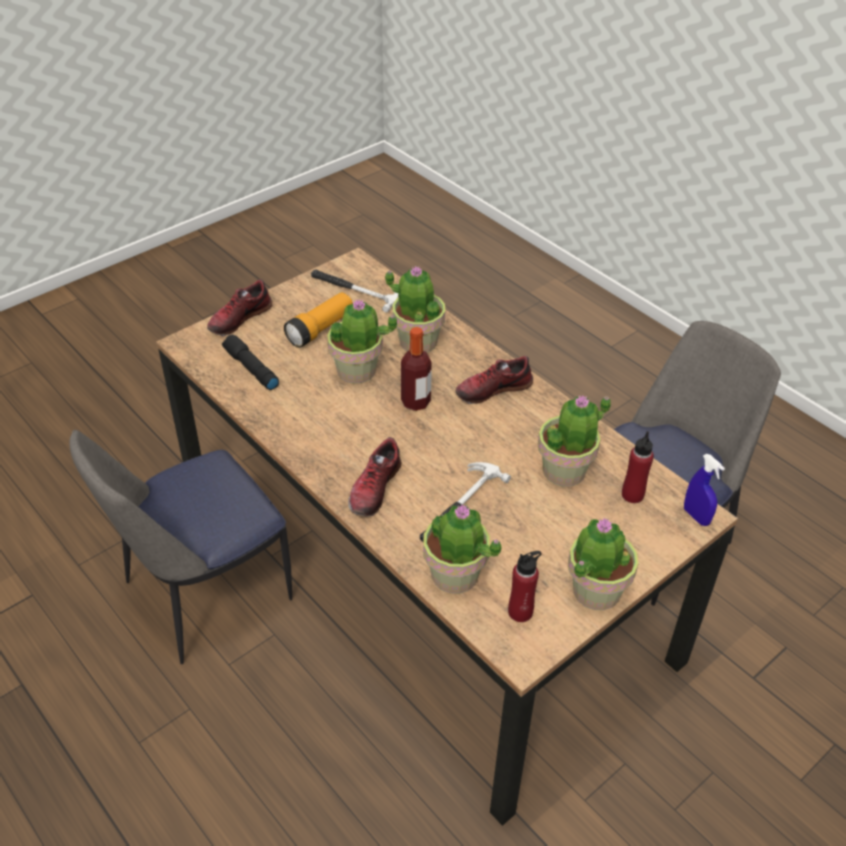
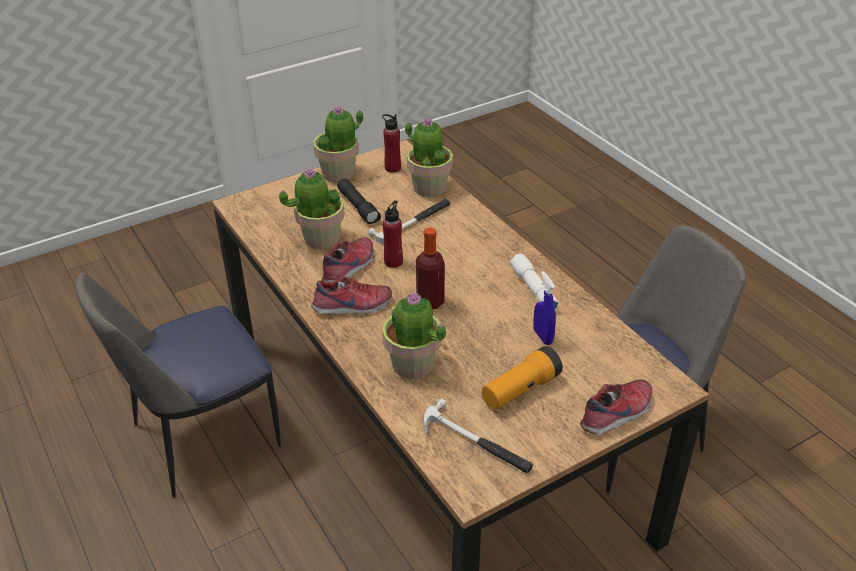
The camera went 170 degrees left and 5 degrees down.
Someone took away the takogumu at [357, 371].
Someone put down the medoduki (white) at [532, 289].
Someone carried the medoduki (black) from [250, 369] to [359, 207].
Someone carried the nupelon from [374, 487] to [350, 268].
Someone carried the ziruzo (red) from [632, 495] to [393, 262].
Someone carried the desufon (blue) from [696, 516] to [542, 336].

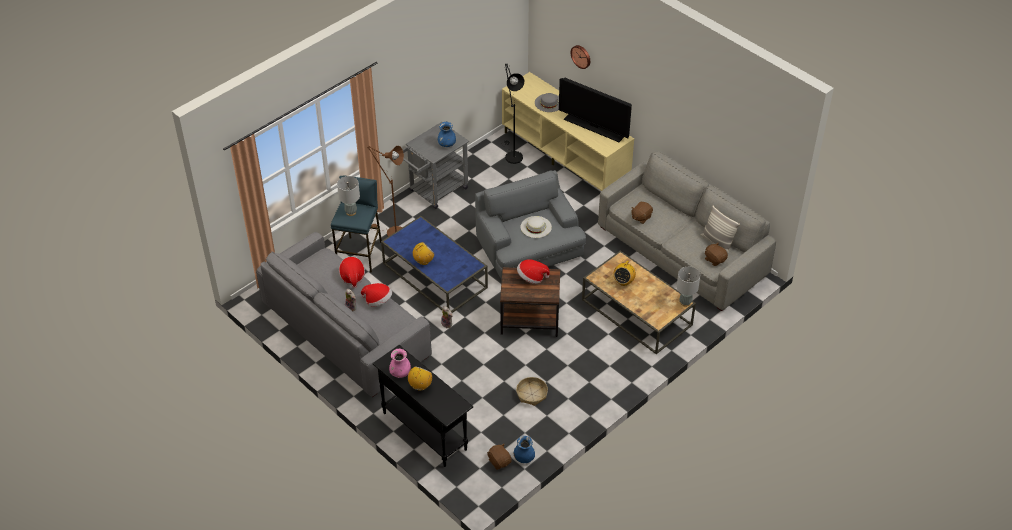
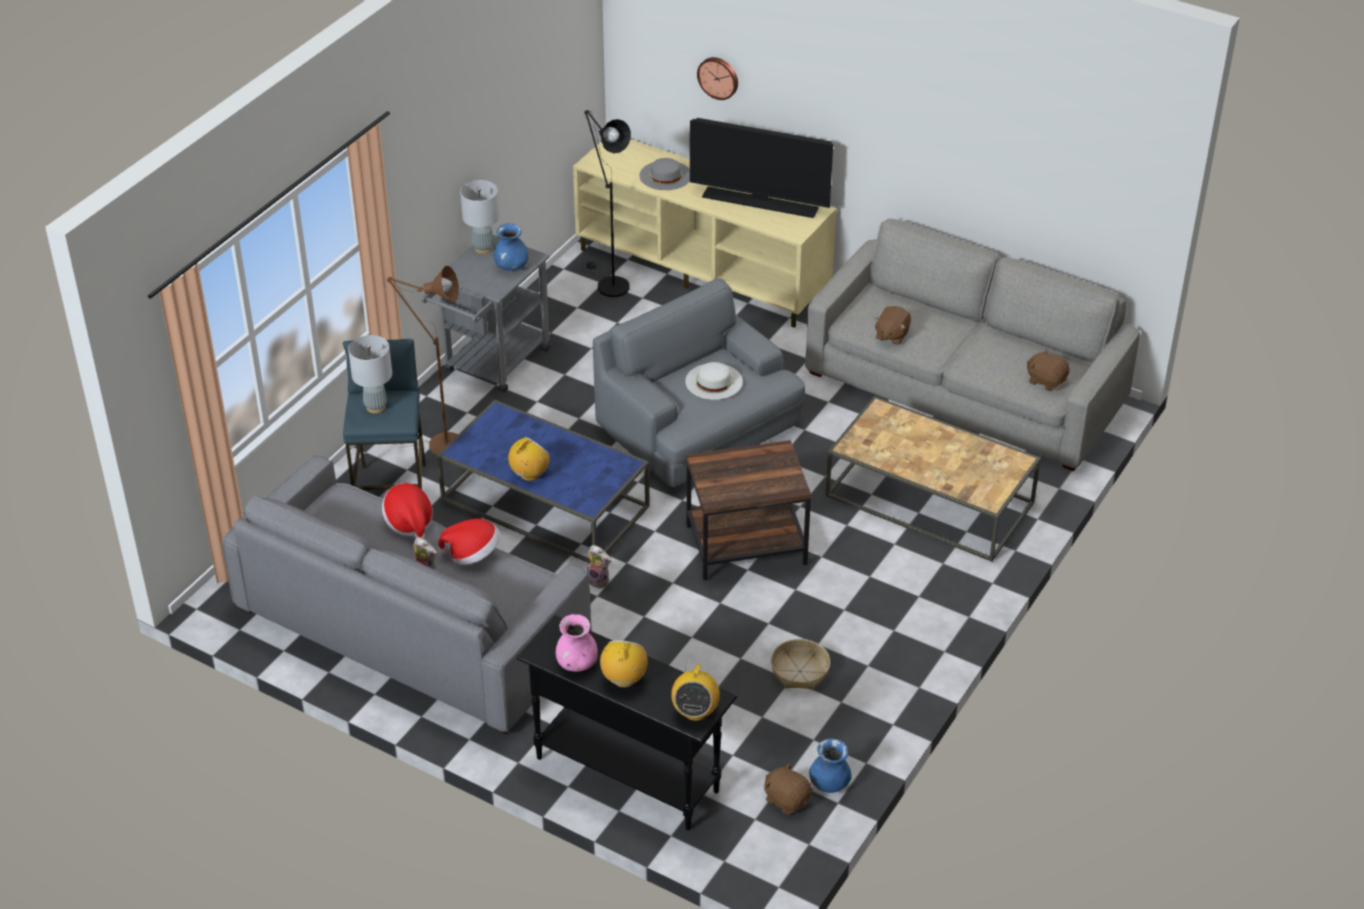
The camera went 15 degrees left and 5 degrees down.
Someone took away the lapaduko at [531, 277].
Someone took away the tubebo at [717, 242].
Someone carried the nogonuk from [623, 281] to [695, 711].
Someone carried the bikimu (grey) from [685, 302] to [483, 248].

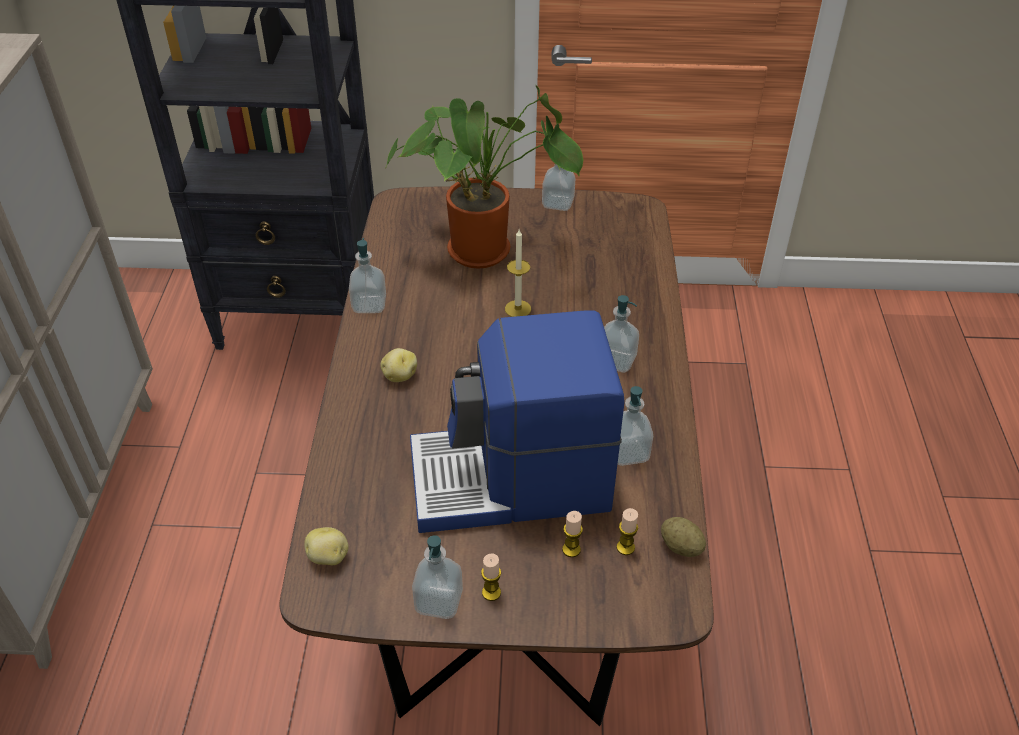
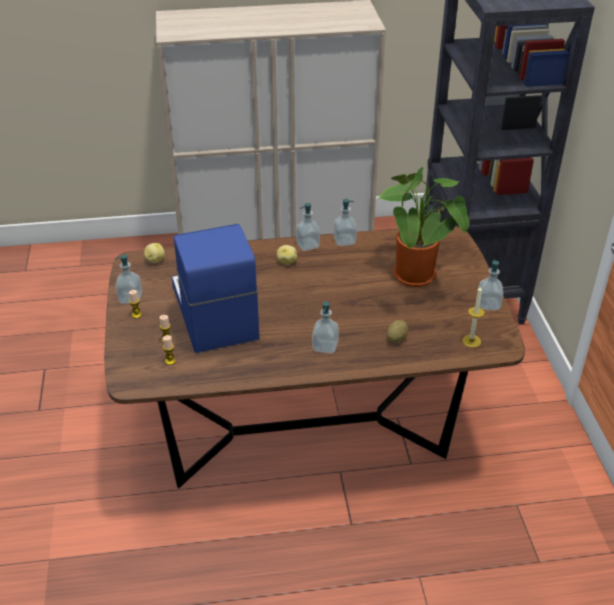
The camera went 80 degrees right and 5 degrees down.
Someone carried the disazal from [518, 309] to [471, 341].
Someone carried the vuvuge from [628, 452] to [307, 245].
Someone carried the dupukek from [681, 547] to [396, 338].

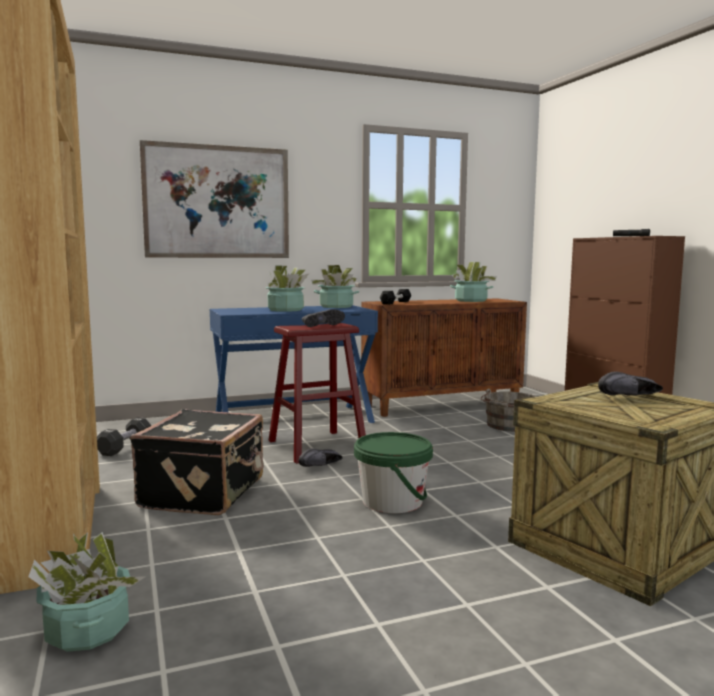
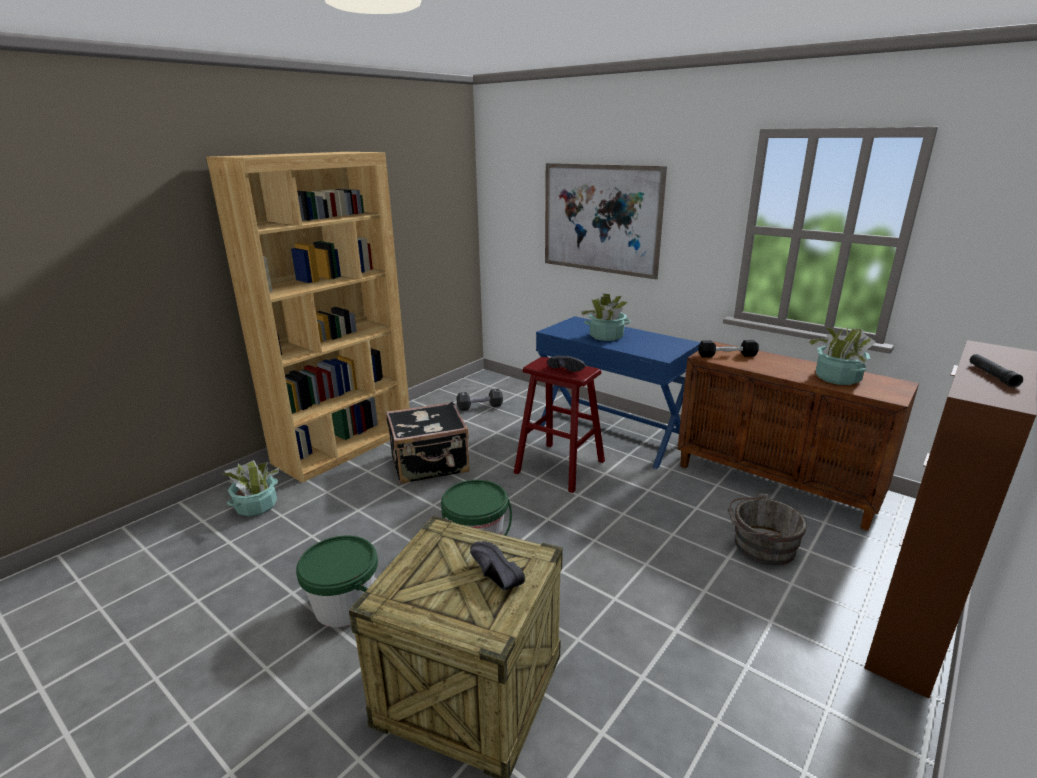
The camera went 60 degrees right and 15 degrees up.
Someone took away the nupelon (black) at [321, 466].
Someone took away the takogumu at [336, 306].
Someone put down the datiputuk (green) at [344, 605].

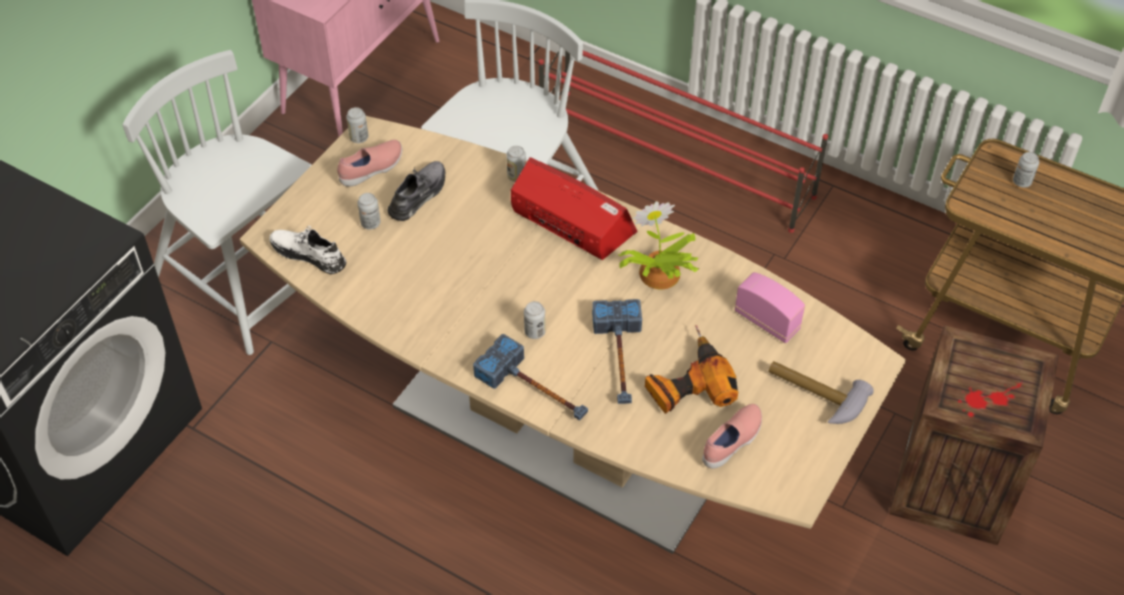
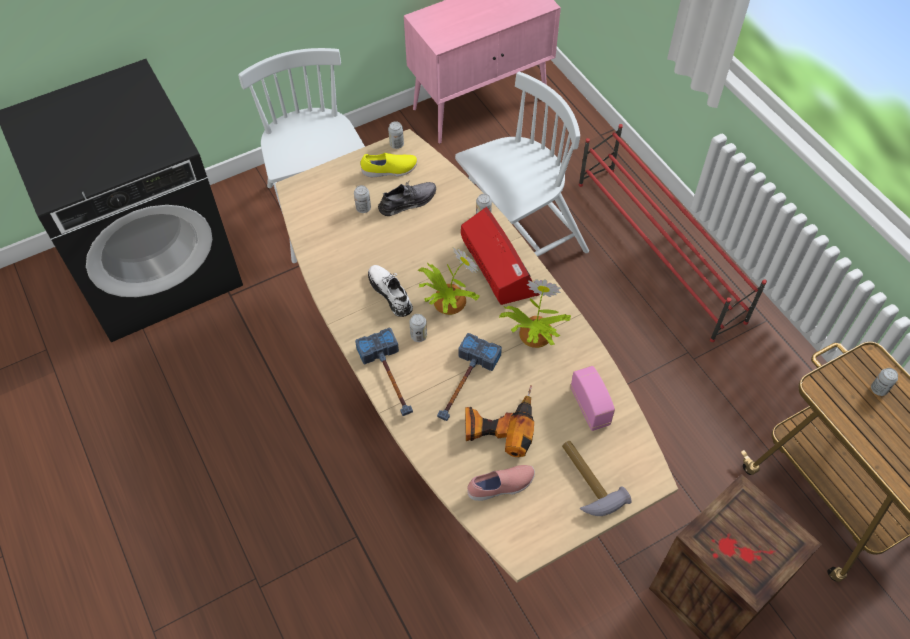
The camera went 30 degrees right and 5 degrees up.
Someone put down the takogumu at [447, 301].
Someone carried the nupelon (white) from [309, 254] to [390, 293].
Someone repainted the nupelon (pink) at [372, 170], which became the nupelon (yellow) at [390, 171].

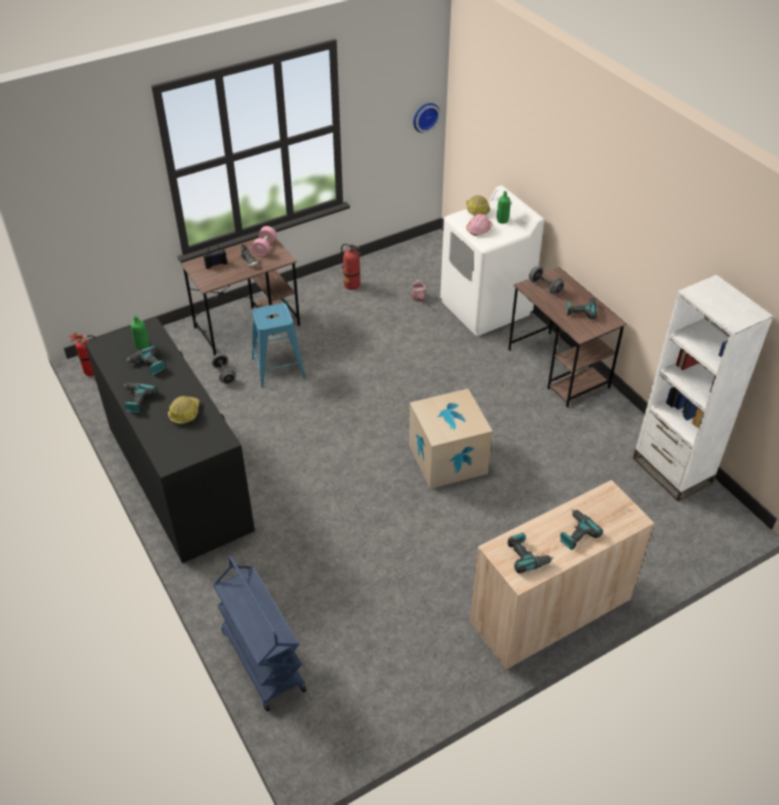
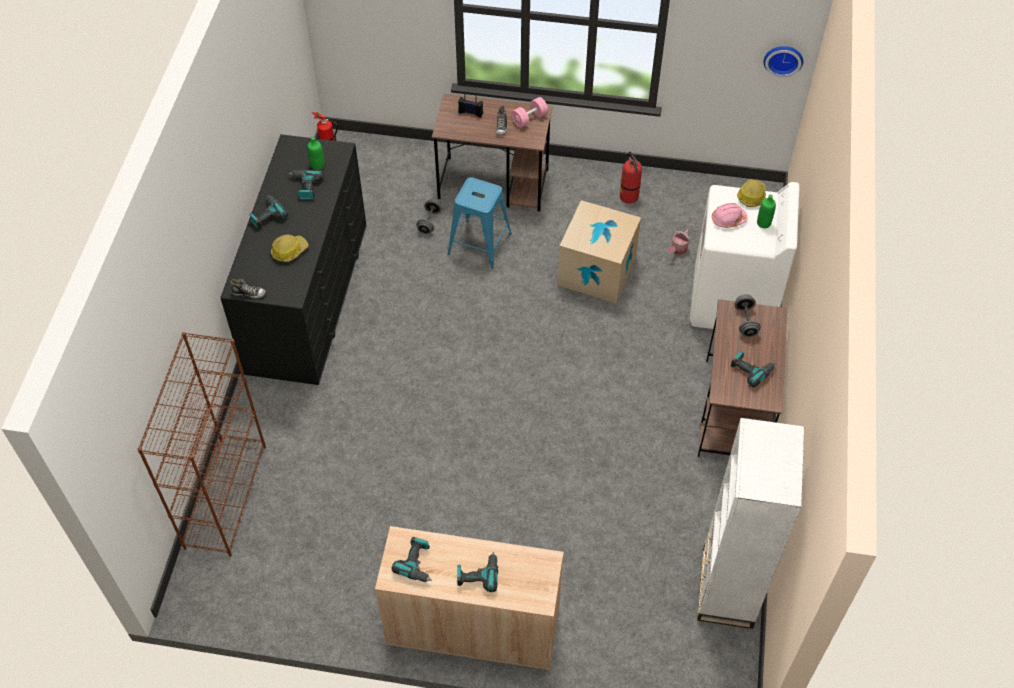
The camera went 40 degrees right and 10 degrees up.
Someone put down the nupelon at [249, 293].
Someone carried the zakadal from [447, 459] to [596, 271].
Someone swapped the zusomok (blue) at [262, 660] for the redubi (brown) at [225, 495].

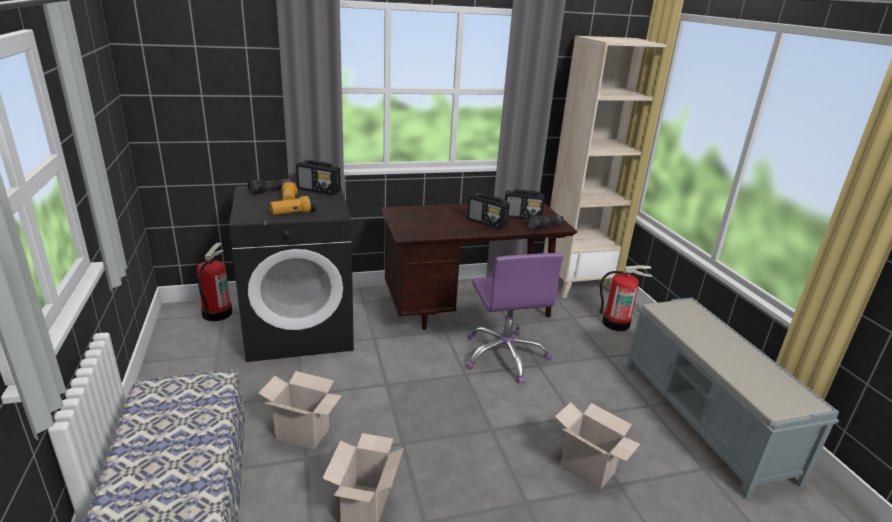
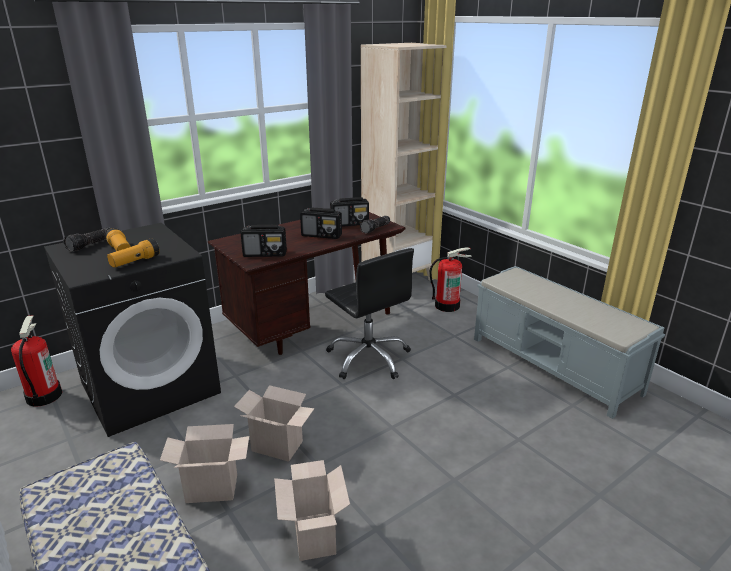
The camera went 20 degrees left and 0 degrees up.
Someone carried the nogonuk from [319, 190] to [265, 254].
Someone carried the zakadal from [589, 469] to [279, 446].
Someone repainted the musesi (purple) at [505, 355], which became the musesi (black) at [369, 358].

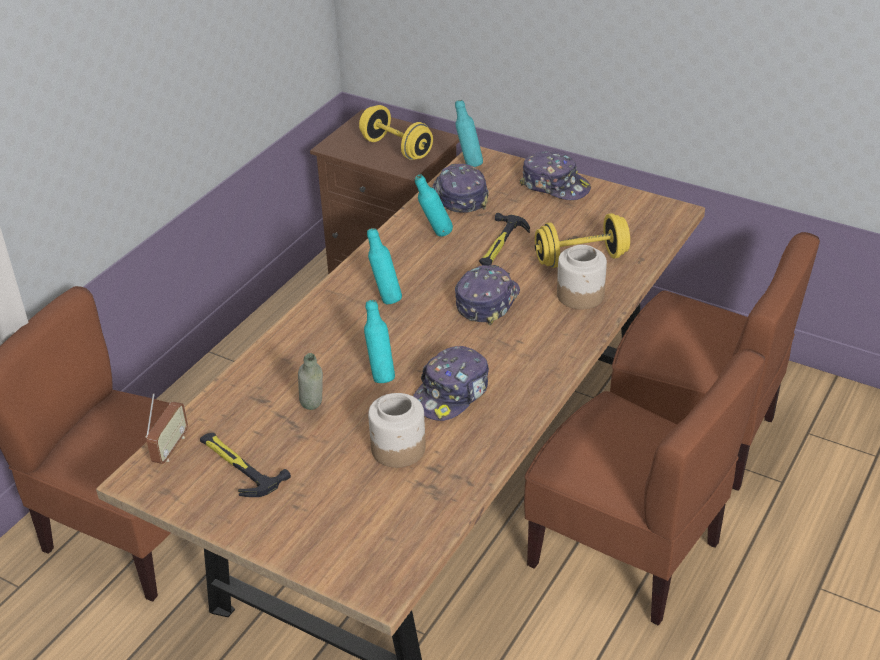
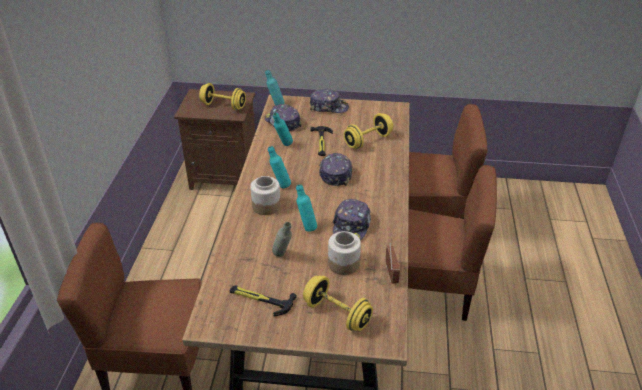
The camera went 25 degrees left and 0 degrees up.
Someone put down the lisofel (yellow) at [337, 314].
Someone carried the nogonuk from [170, 448] to [391, 274].
Someone carried the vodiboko from [580, 295] to [266, 206].

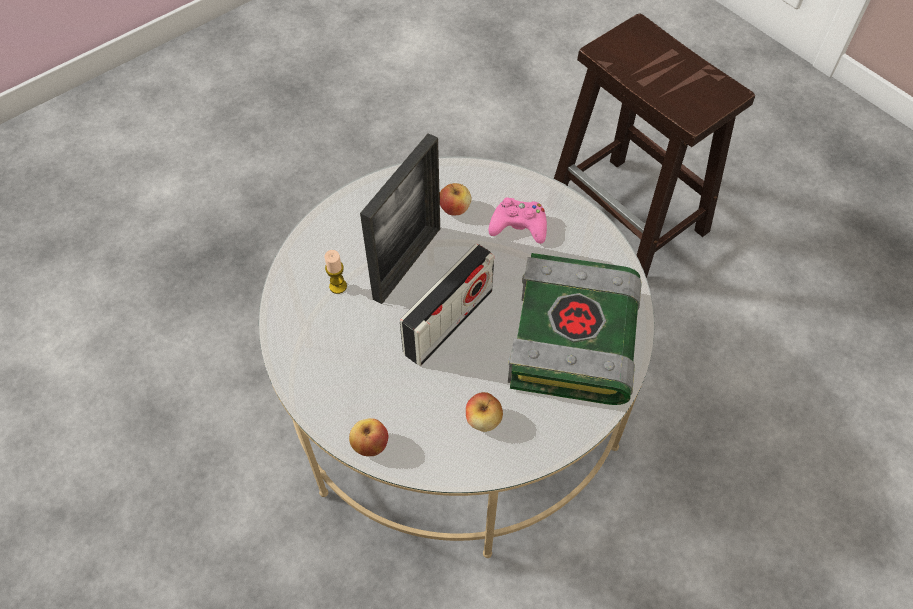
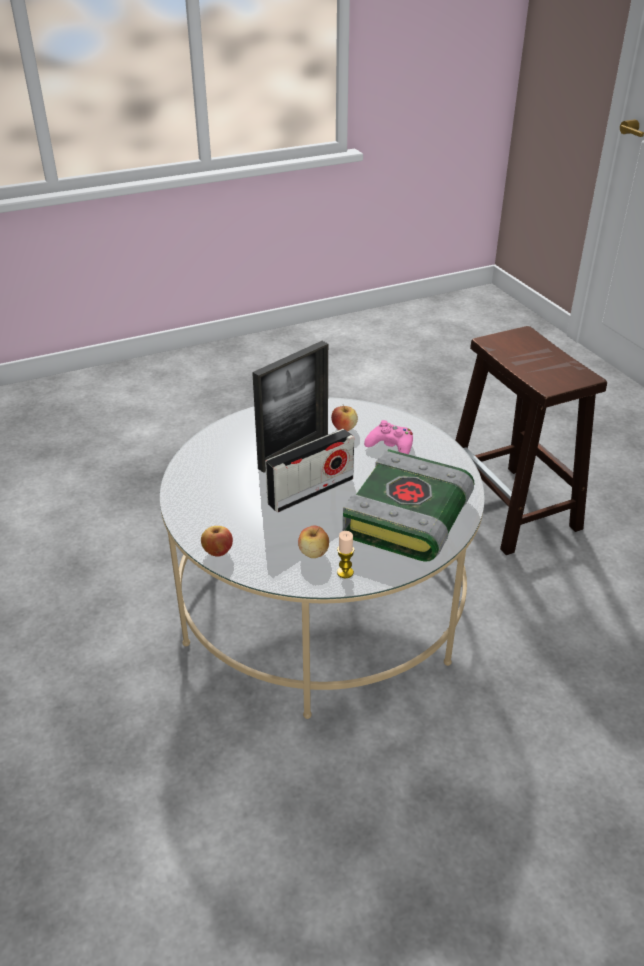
The camera went 15 degrees right and 20 degrees down.
Someone carried the disazal from [338, 286] to [345, 572].

